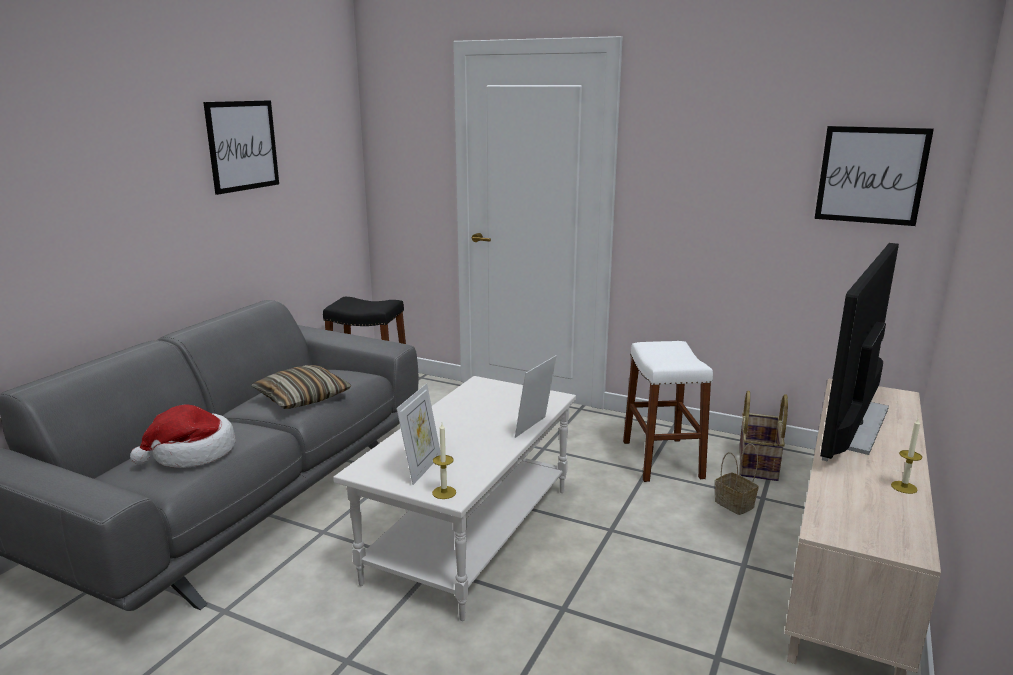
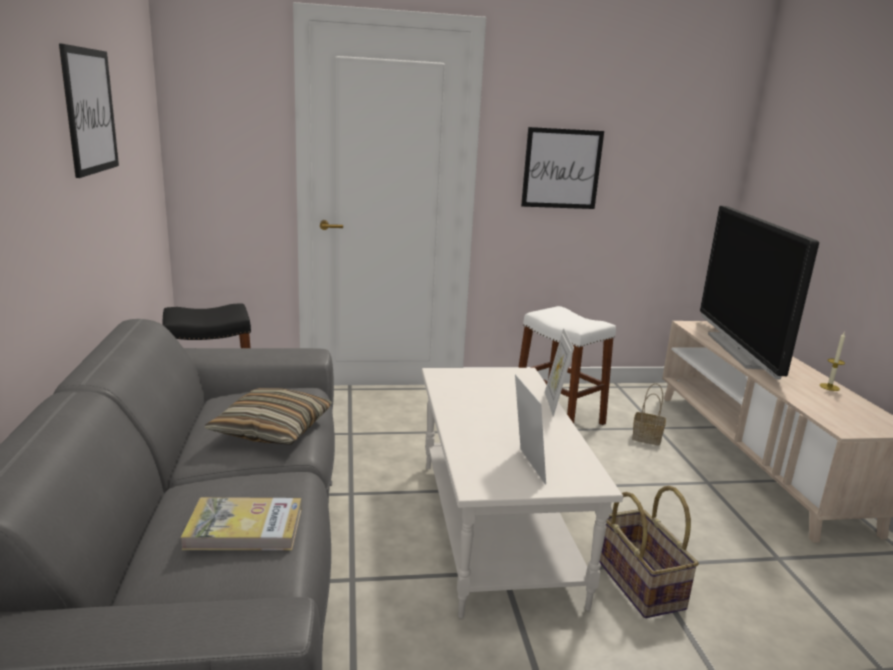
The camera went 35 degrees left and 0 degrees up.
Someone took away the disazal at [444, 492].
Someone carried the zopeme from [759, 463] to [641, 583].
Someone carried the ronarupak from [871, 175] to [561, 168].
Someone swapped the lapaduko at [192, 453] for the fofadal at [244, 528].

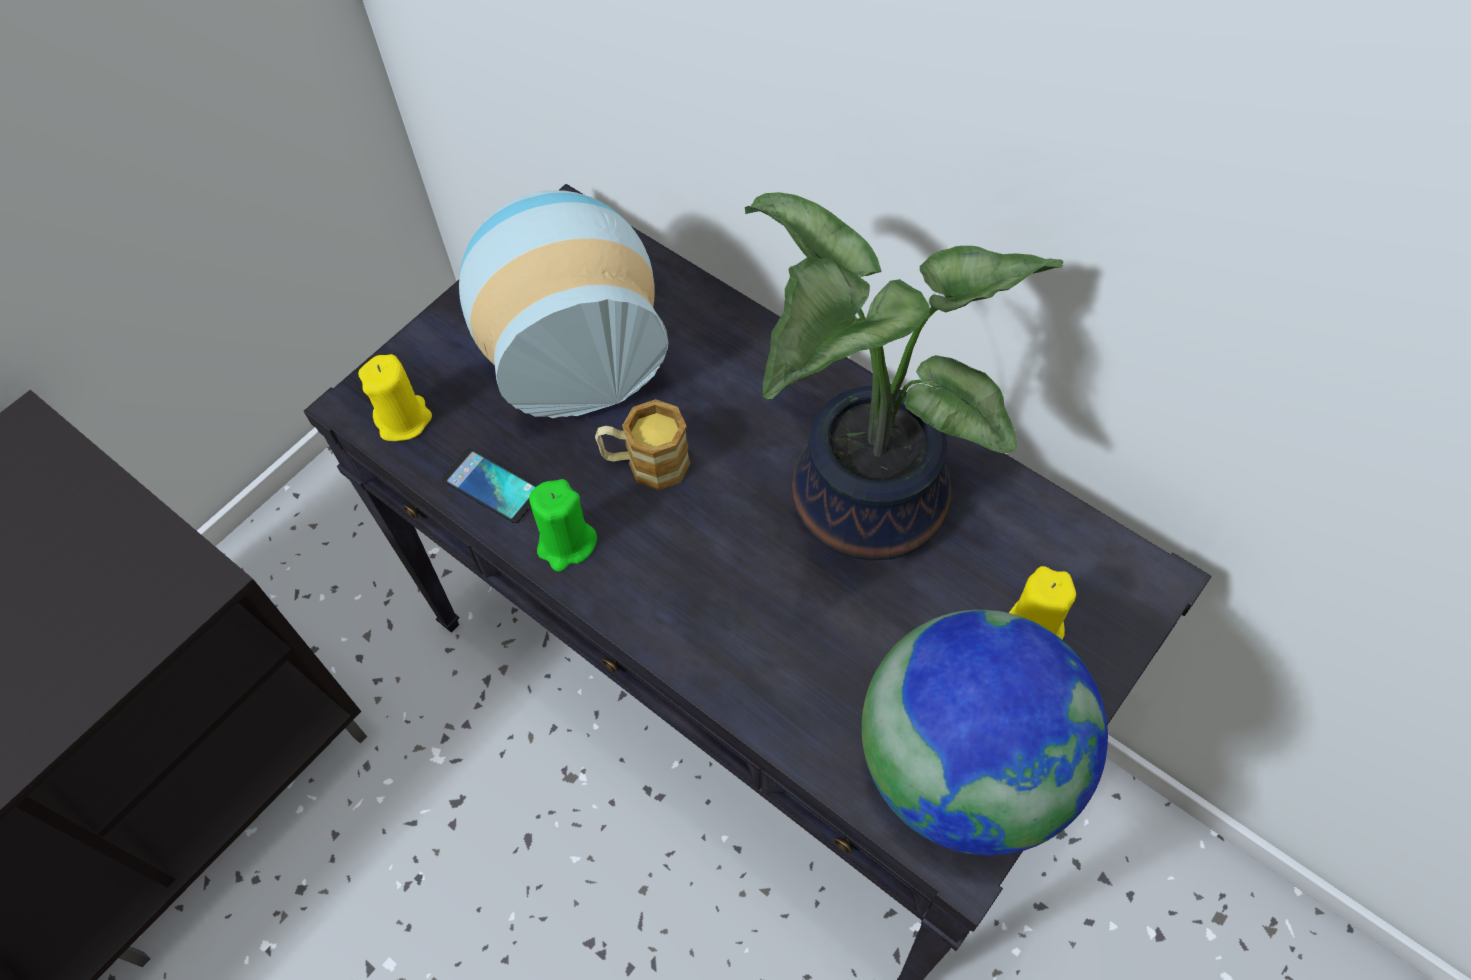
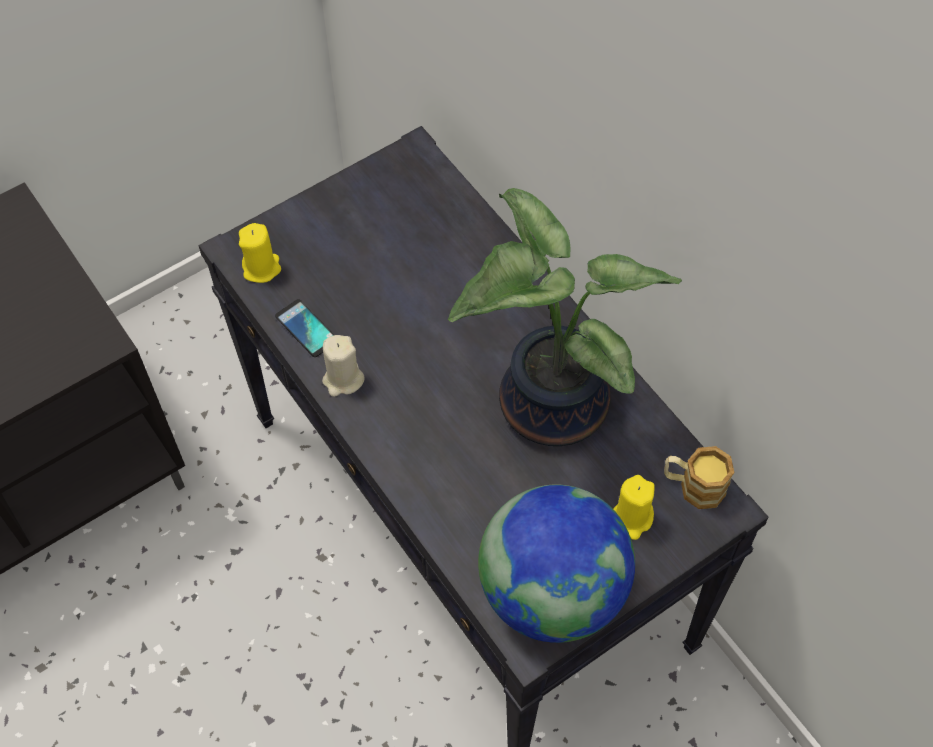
The camera went 15 degrees right and 0 degrees up.
Someone took away the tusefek at [571, 350].
Someone carried the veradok from [645, 463] to [693, 486].
Someone repainted the disazal (green) at [566, 544], which became the disazal (beige) at [343, 379].

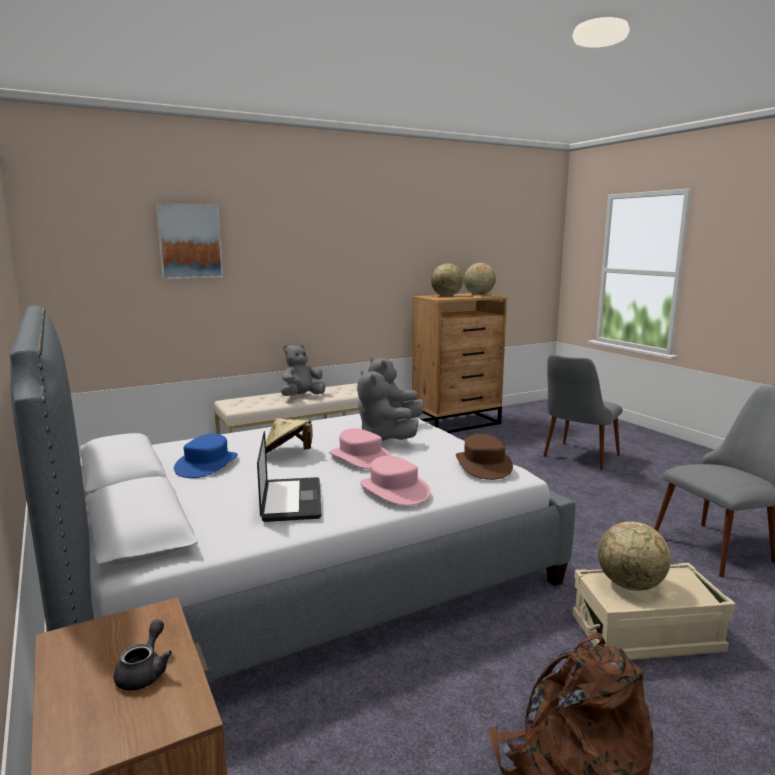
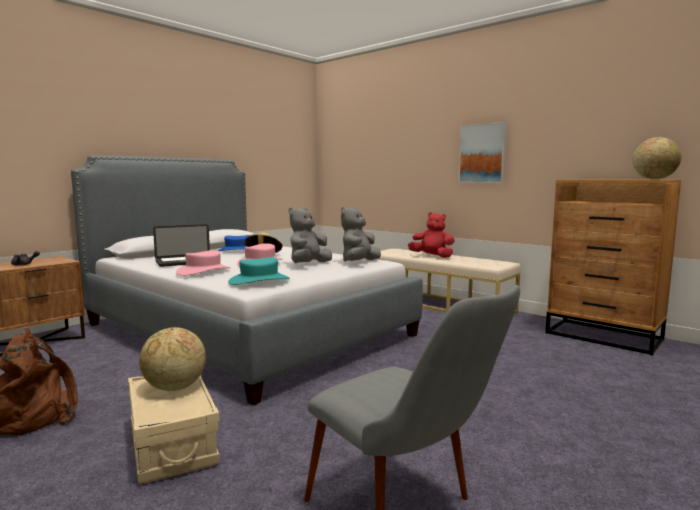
The camera went 70 degrees right and 5 degrees down.
Someone took away the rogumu at [446, 296].
Someone took away the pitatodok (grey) at [576, 459].
Someone carried the ronarupak from [190, 241] to [482, 153].
Someone repainted the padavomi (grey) at [301, 396], which became the padavomi (red) at [432, 256].
Someone repainted the lapaduko (brown) at [483, 465], which became the lapaduko (turquoise) at [259, 280].

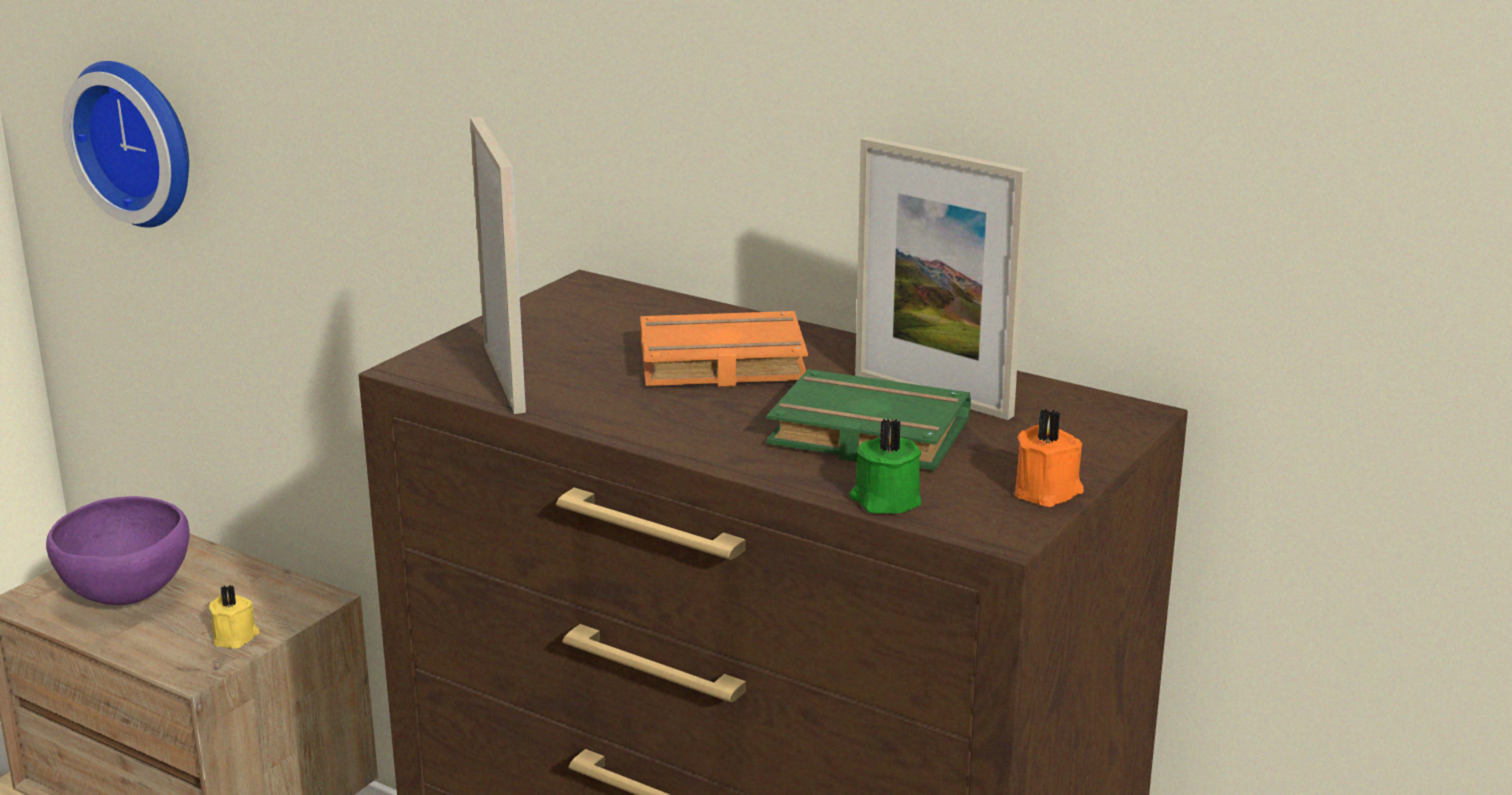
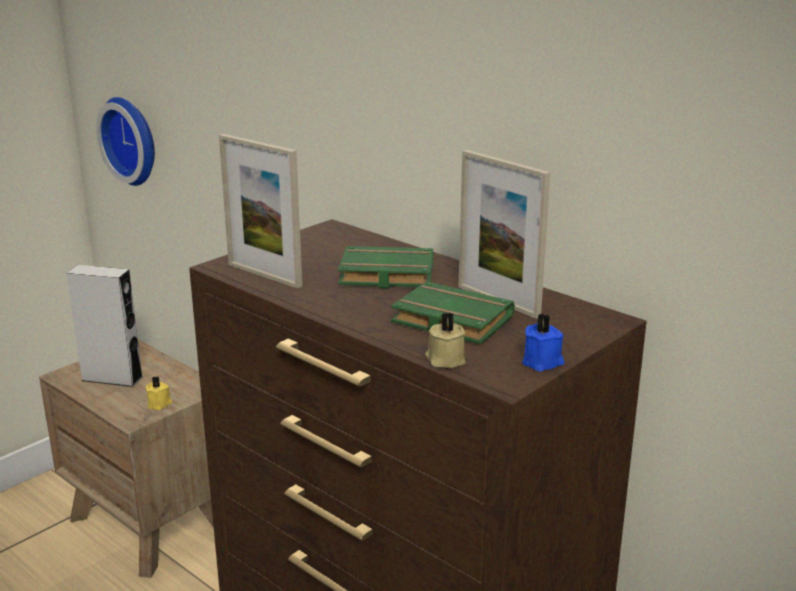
The camera went 10 degrees right and 0 degrees up.
Someone swapped the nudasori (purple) at [127, 598] for the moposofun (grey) at [112, 378].
Someone repainted the fofadal (orange) at [718, 364], which became the fofadal (green) at [384, 275].
Someone repainted the disazal (green) at [884, 500], which became the disazal (beige) at [445, 359].
Someone repainted the disazal (orange) at [1048, 492], which became the disazal (blue) at [543, 362].
Someone rotated the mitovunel at [504, 378] by 135 degrees clockwise.

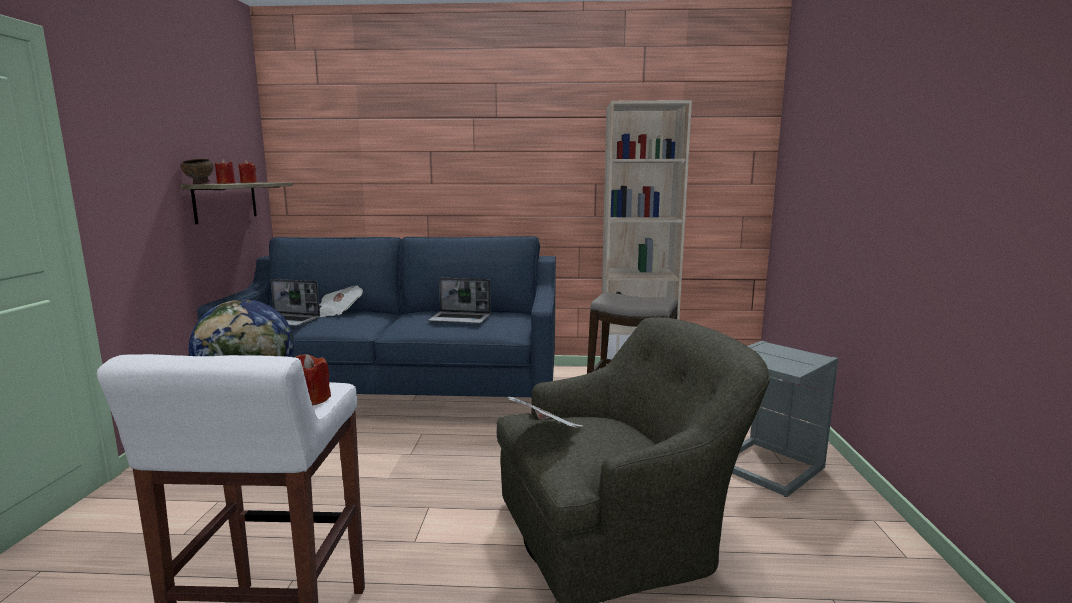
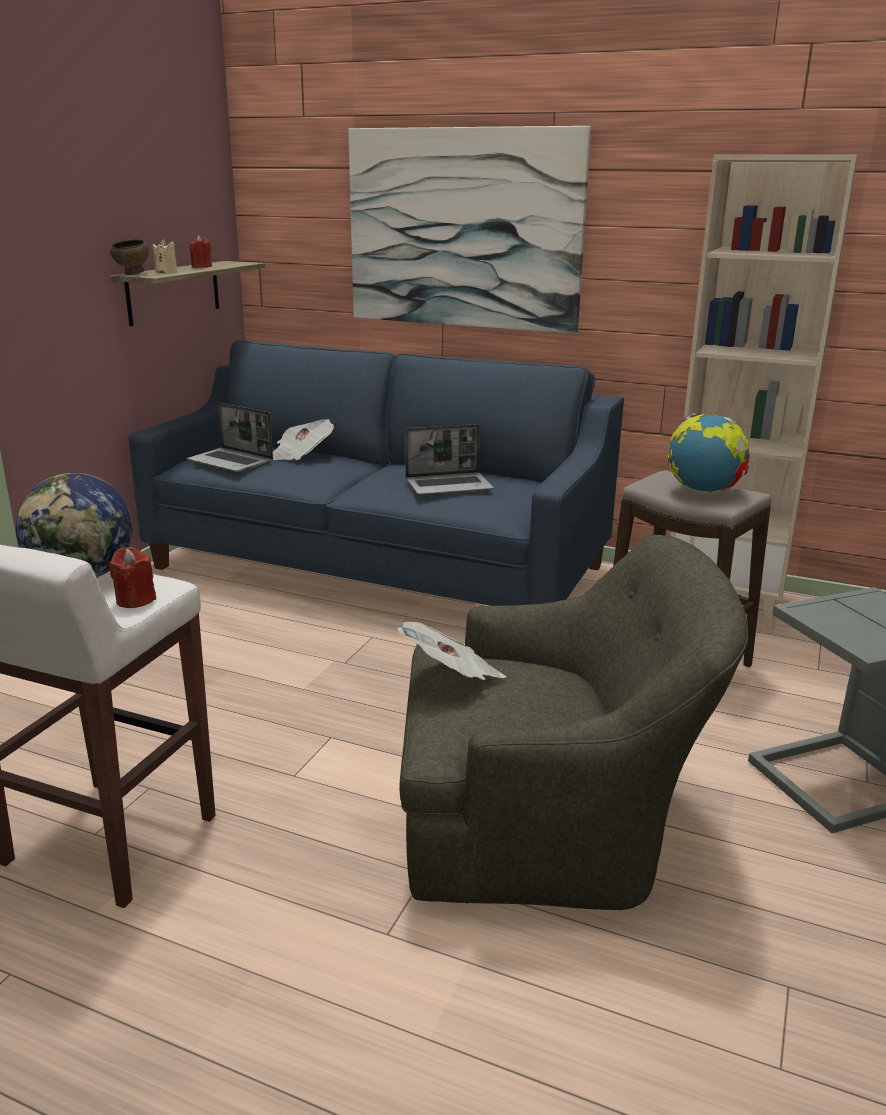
The camera went 20 degrees right and 10 degrees up.
Someone put up the ronarupak at [463, 229].
Someone put down the rogumu at [704, 491].
Someone repainted the disazal (red) at [226, 183], which became the disazal (beige) at [166, 272].
Someone rotated the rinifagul at [461, 319] by 45 degrees counterclockwise.

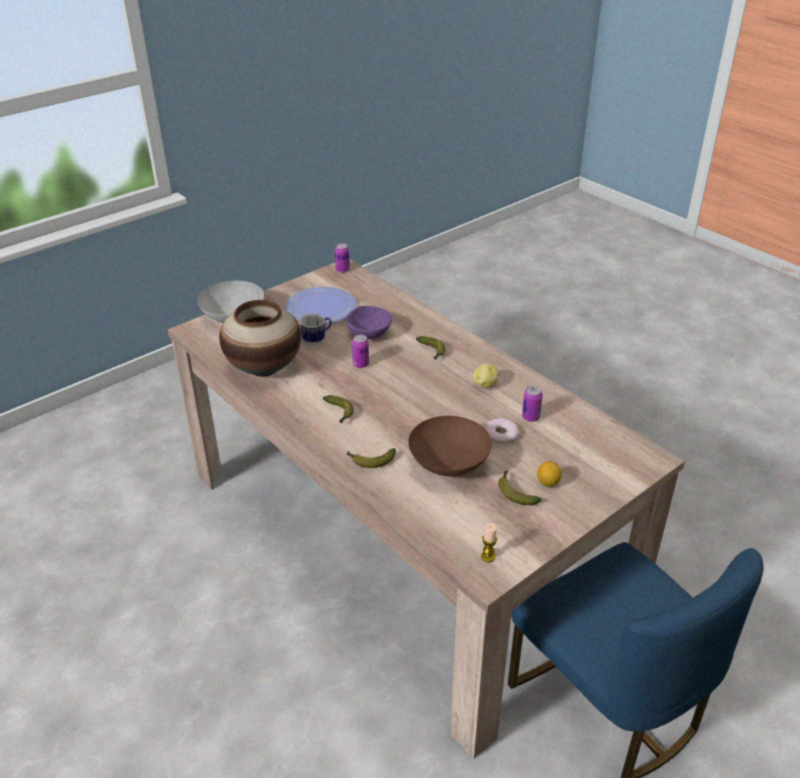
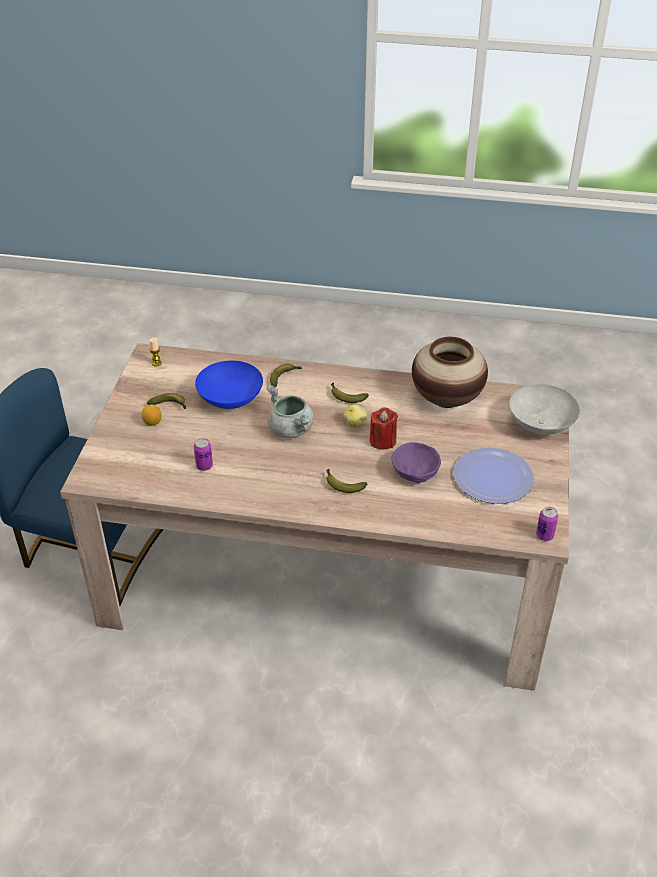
The camera went 140 degrees right and 5 degrees up.
Someone took away the veradok at [317, 340].
Someone took away the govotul at [500, 434].
Someone put down the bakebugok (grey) at [291, 429].
Someone carried the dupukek from [485, 384] to [355, 423].
Someone swapped the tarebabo at [360, 364] for the disazal (red) at [382, 441].
Someone repainted the nudasori (brown) at [447, 465], which became the nudasori (blue) at [231, 400].

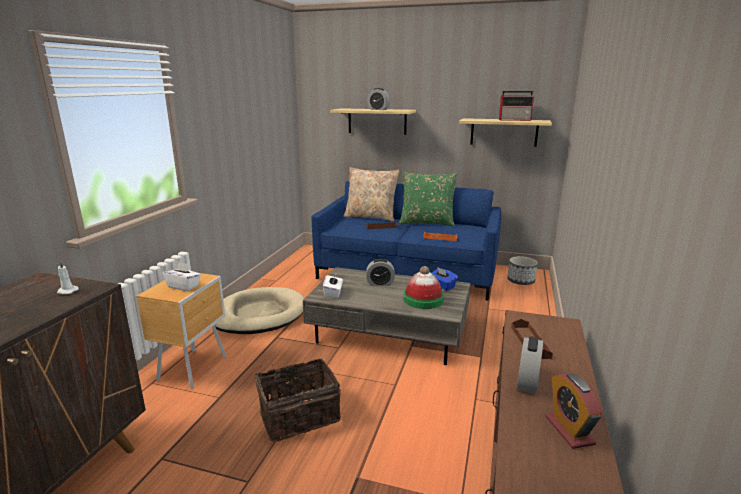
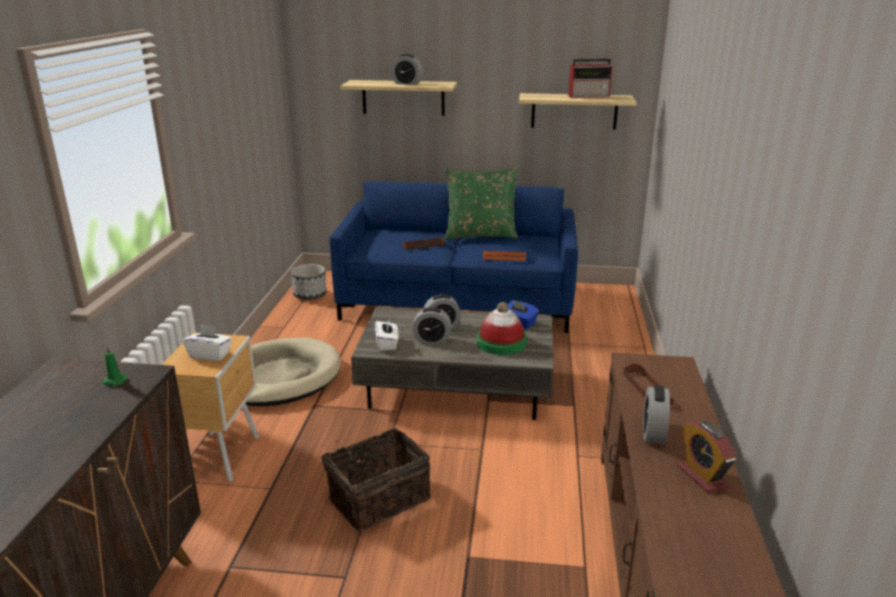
The camera went 10 degrees left and 5 degrees up.
Someone took away the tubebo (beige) at [371, 217].
Someone put down the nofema at [432, 339].
Someone carried the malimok from [521, 281] to [310, 295].
Someone repainted the disazal (white) at [67, 291], which became the disazal (green) at [114, 381].

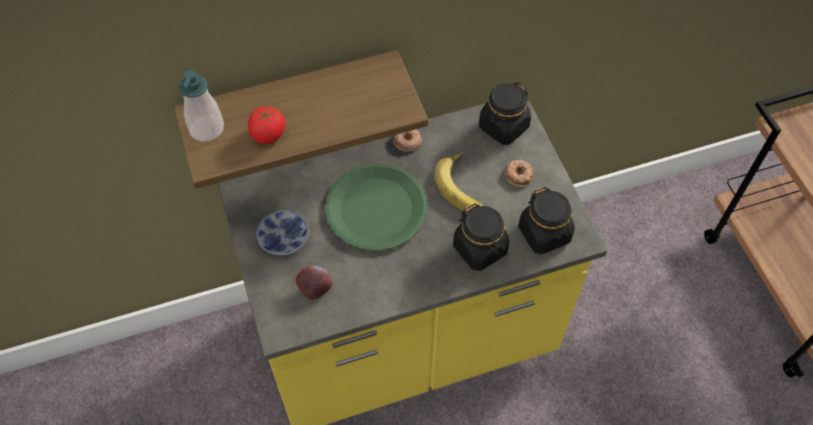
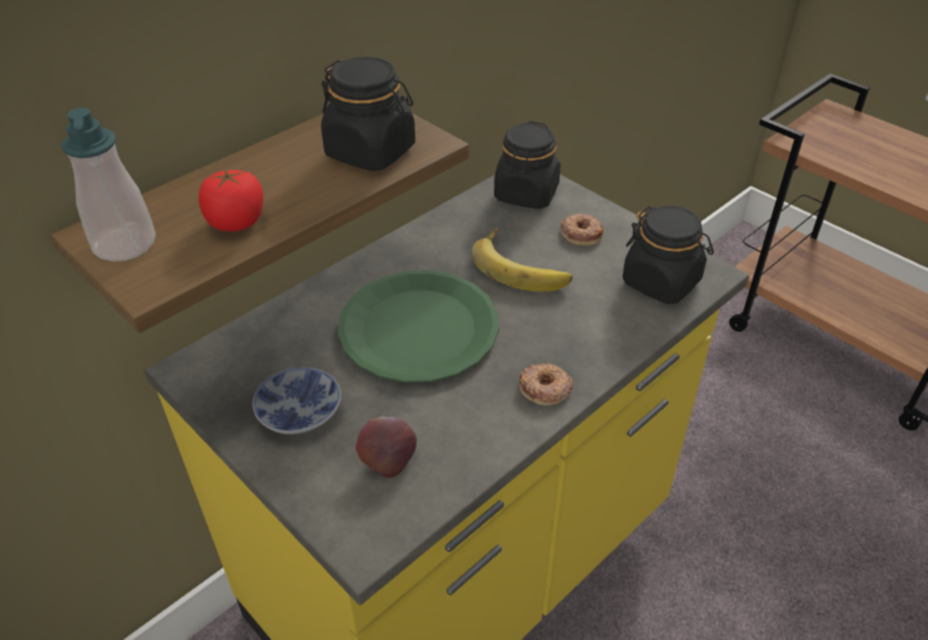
The camera went 25 degrees left and 15 degrees down.
Someone carried the govotul from [407, 141] to [545, 388].
Someone carried the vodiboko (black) from [480, 249] to [371, 152].

